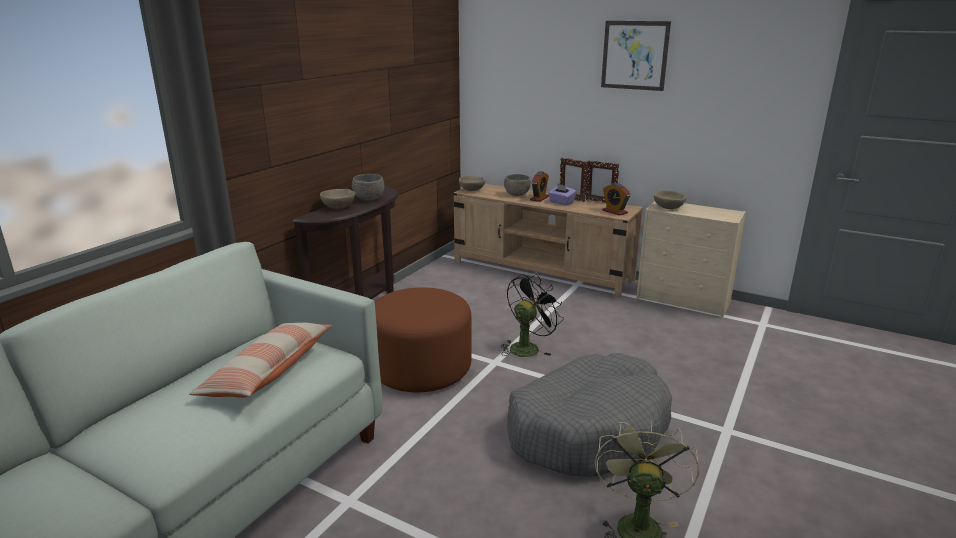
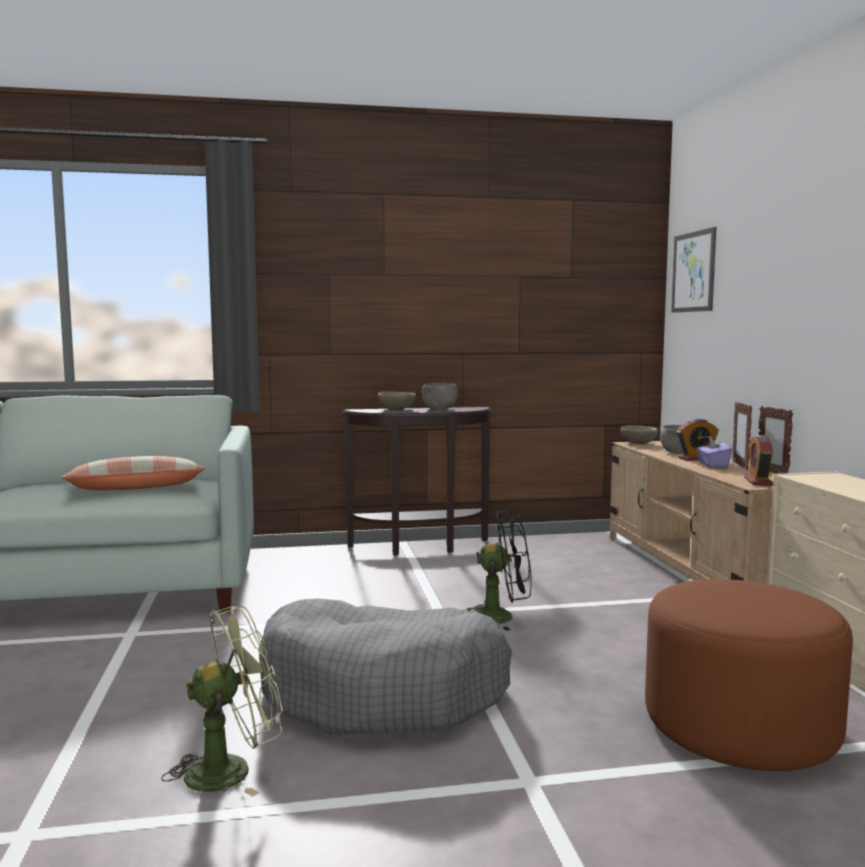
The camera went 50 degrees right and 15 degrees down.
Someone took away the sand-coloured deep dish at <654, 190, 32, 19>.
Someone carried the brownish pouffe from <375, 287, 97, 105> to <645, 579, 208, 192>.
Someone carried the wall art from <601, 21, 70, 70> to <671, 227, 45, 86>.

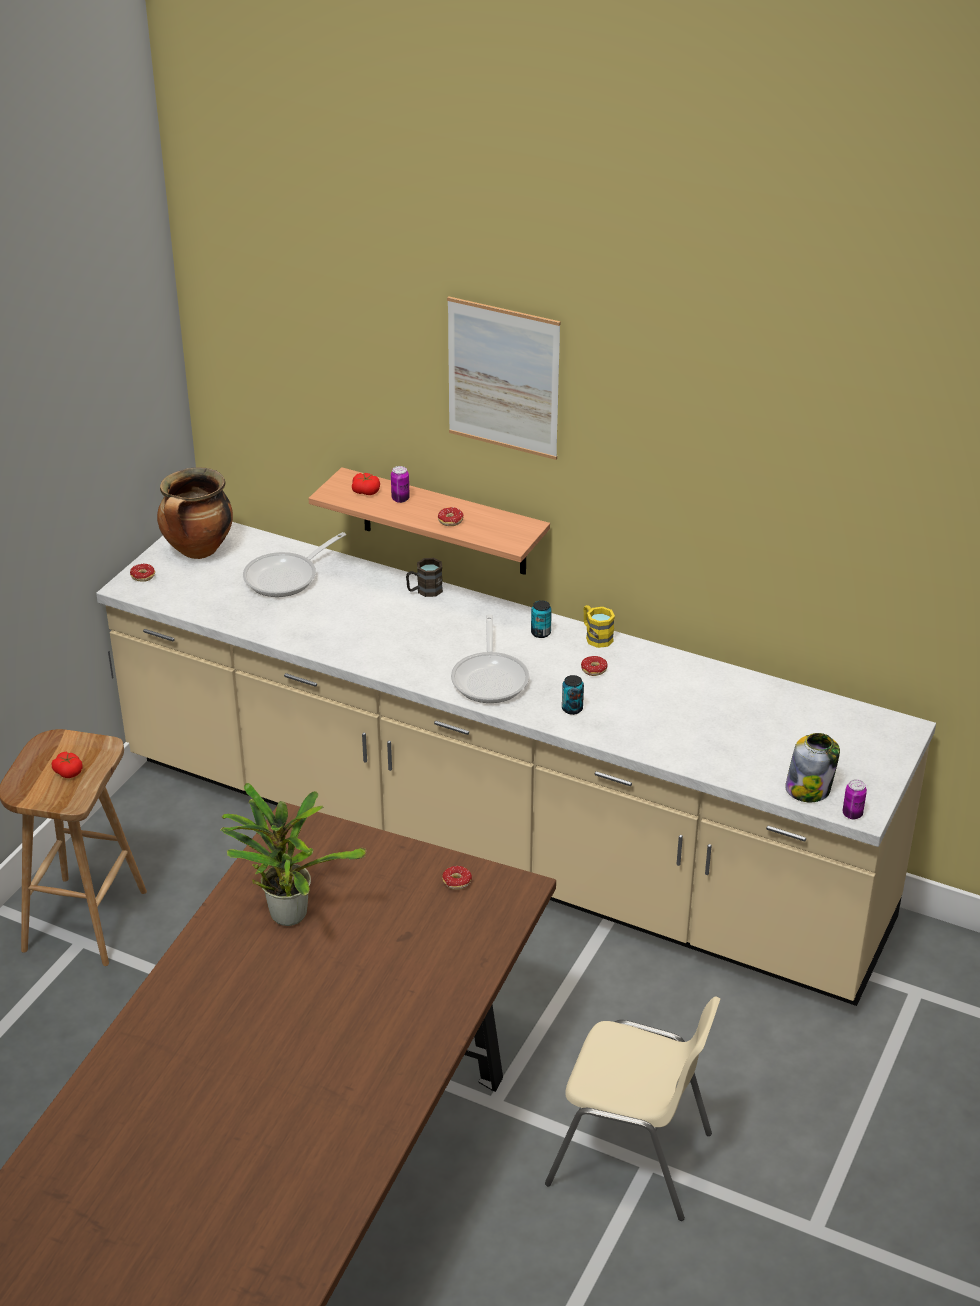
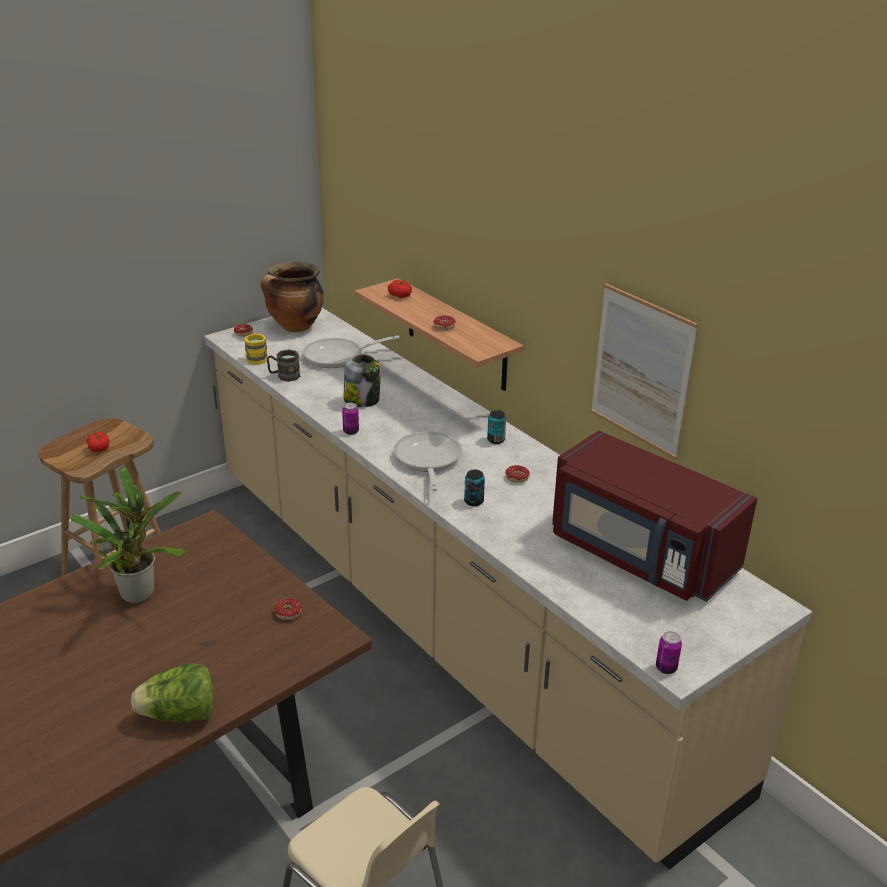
The camera went 25 degrees right and 5 degrees down.
Someone put down the lettuce head at <131, 663, 83, 60>.
Someone put down the red microwave at <552, 430, 205, 172>.
Someone carried the can from <391, 466, 19, 37> to <342, 403, 17, 32>.
Someone carried the brownish tea mug from <406, 558, 37, 39> to <267, 350, 33, 32>.
Someone carried the wall art from <447, 296, 114, 164> to <591, 283, 107, 177>.
Someone carried the yellow-coloured tea mug from <583, 605, 32, 43> to <244, 332, 24, 33>.
Someone carried the preserve jar from <785, 733, 55, 69> to <344, 355, 37, 52>.
Someone rotated the pan at <451, 614, 78, 89> by 150 degrees clockwise.

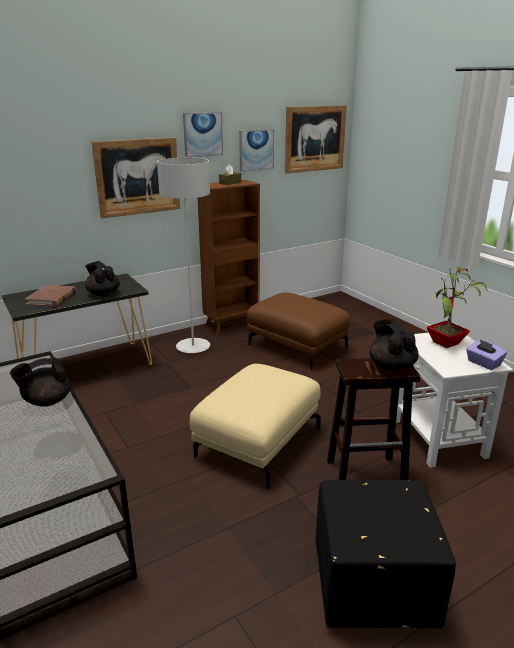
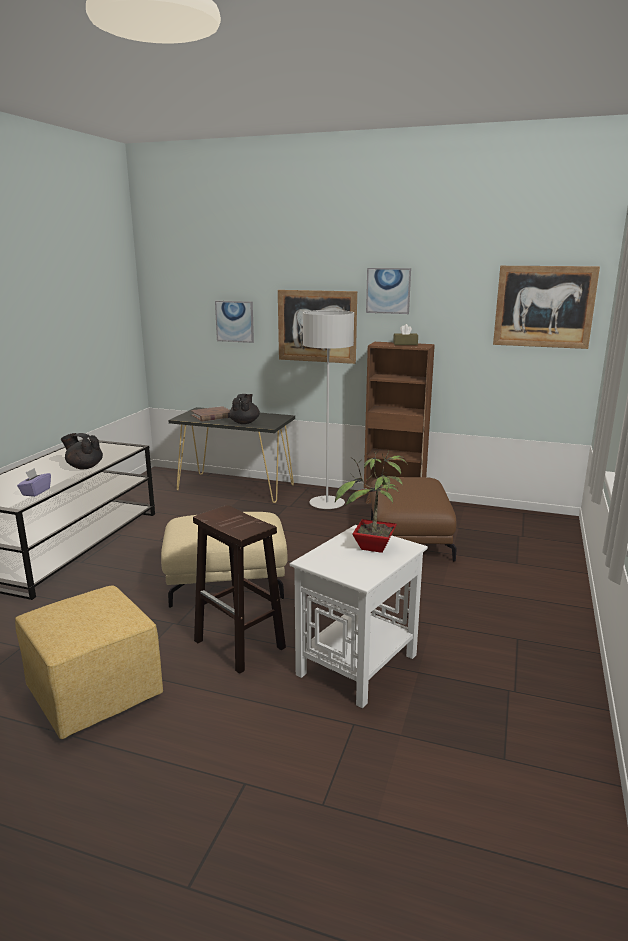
The camera went 50 degrees right and 5 degrees down.
Someone took away the black pot for tea at <369, 319, 50, 52>.
Someone carried the wall art from <239, 129, 35, 43> to <215, 301, 39, 42>.
Someone carried the purple tissue holder from <466, 339, 41, 31> to <17, 468, 34, 29>.
Someone repainted the black pouffe at <316, 480, 140, 149>, which became the yellow-coloured pouffe at <15, 585, 148, 154>.

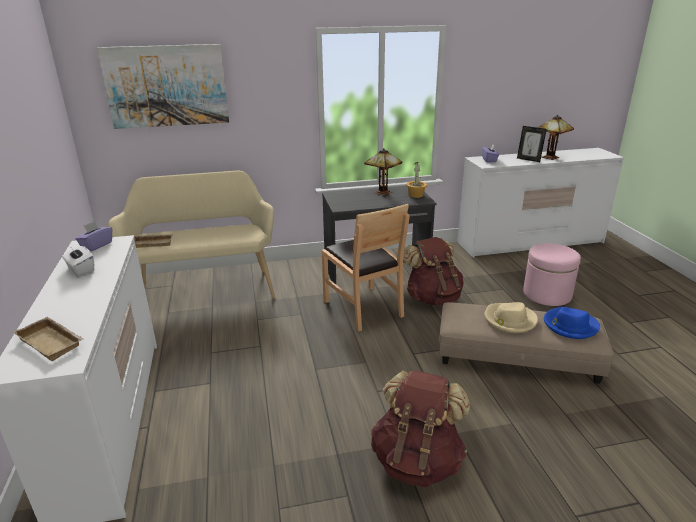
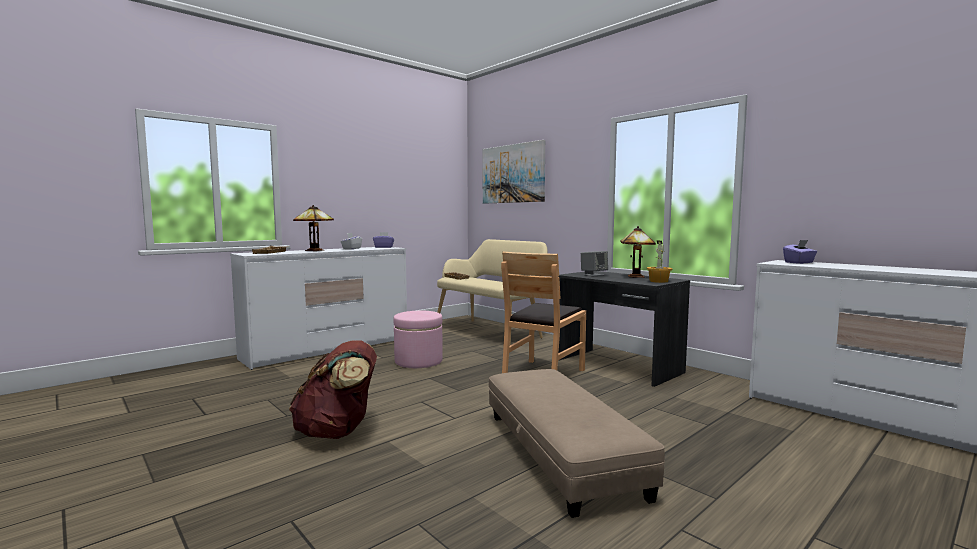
The camera went 60 degrees right and 20 degrees down.
Someone took away the brownish backpack at <403, 237, 61, 68>.
Someone took away the sand-coloured hat at <485, 302, 53, 31>.
Someone took away the photo frame at <517, 126, 30, 36>.
Someone took away the bluish hat at <544, 307, 56, 32>.
Someone put down the grey audio speaker at <581, 251, 27, 25>.
Someone carried the pink-coloured pouffe from <523, 243, 58, 63> to <393, 311, 50, 57>.
Someone carried the lamp for a table from <537, 115, 37, 45> to <293, 205, 41, 46>.

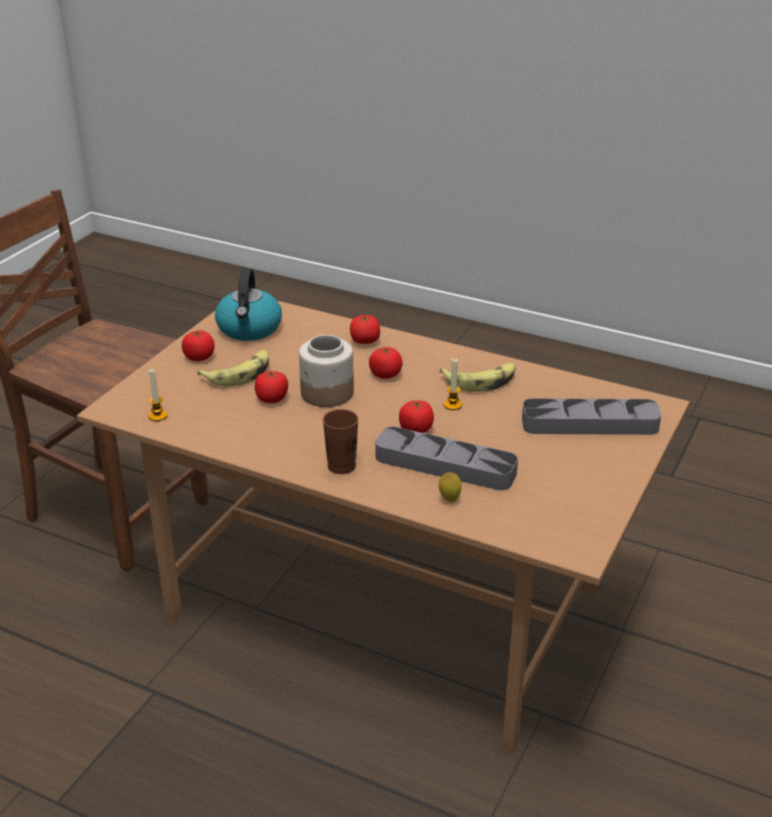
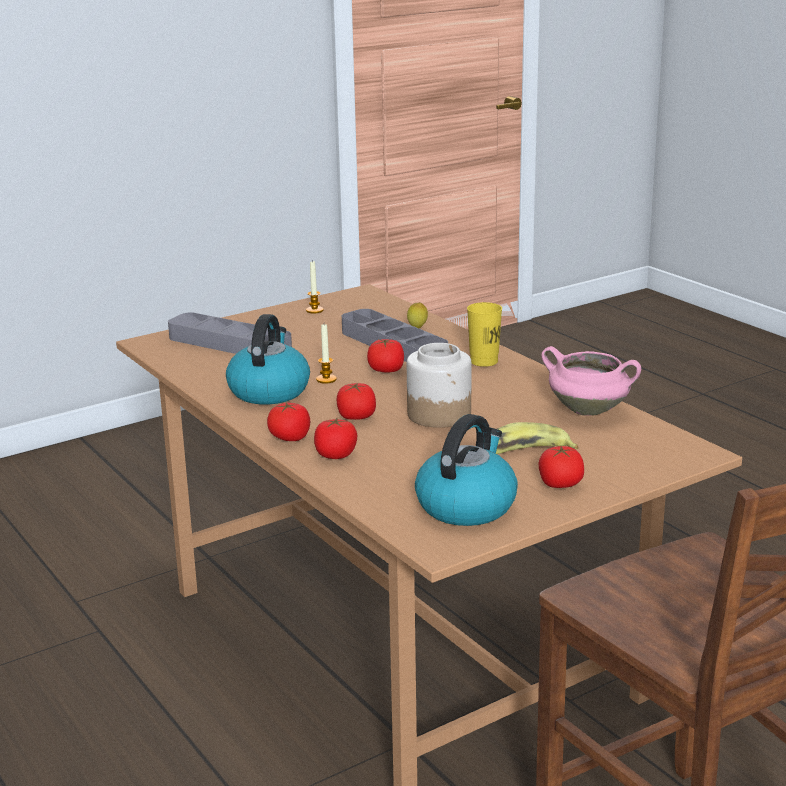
The camera went 150 degrees left and 10 degrees down.
Someone put down the pink-coloured cooking pot at <542, 346, 99, 70>.
Someone carried the candle from <148, 369, 19, 52> to <306, 260, 18, 53>.
Someone carried the whole tomato from <255, 371, 33, 32> to <267, 402, 43, 39>.
Someone swapped the banana at <440, 363, 76, 29> for the kettle at <226, 314, 84, 90>.
Someone repainted the brownish small cup at <323, 409, 35, 65>, which became the yellow-coloured small cup at <467, 302, 35, 65>.

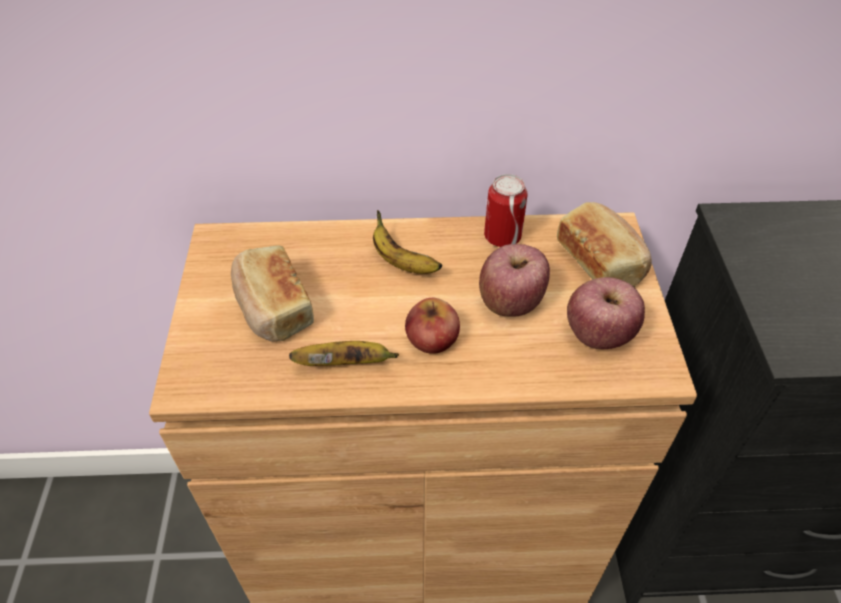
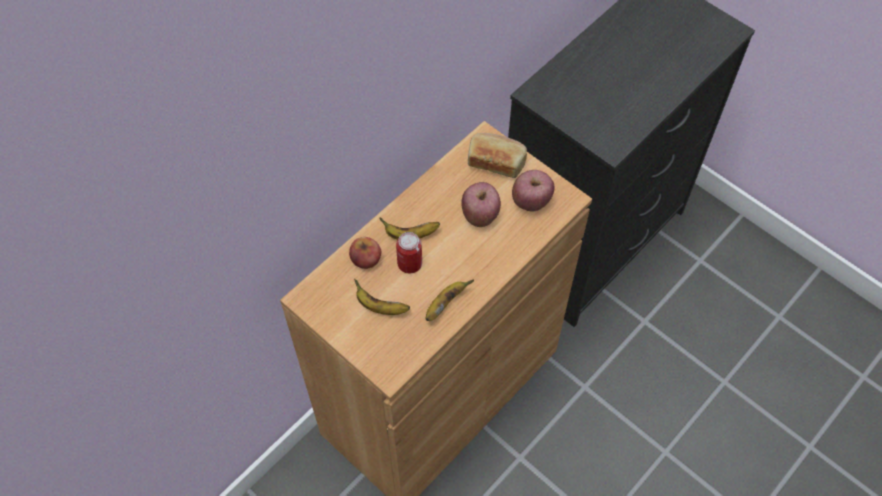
The camera went 45 degrees left and 10 degrees up.
Someone carried the apple from <405, 298, 55, 56> to <349, 237, 32, 32>.
Someone carried the can from <484, 174, 43, 73> to <396, 232, 26, 42>.
Someone swapped the bakery bread at <231, 245, 83, 97> for the banana at <354, 279, 56, 36>.

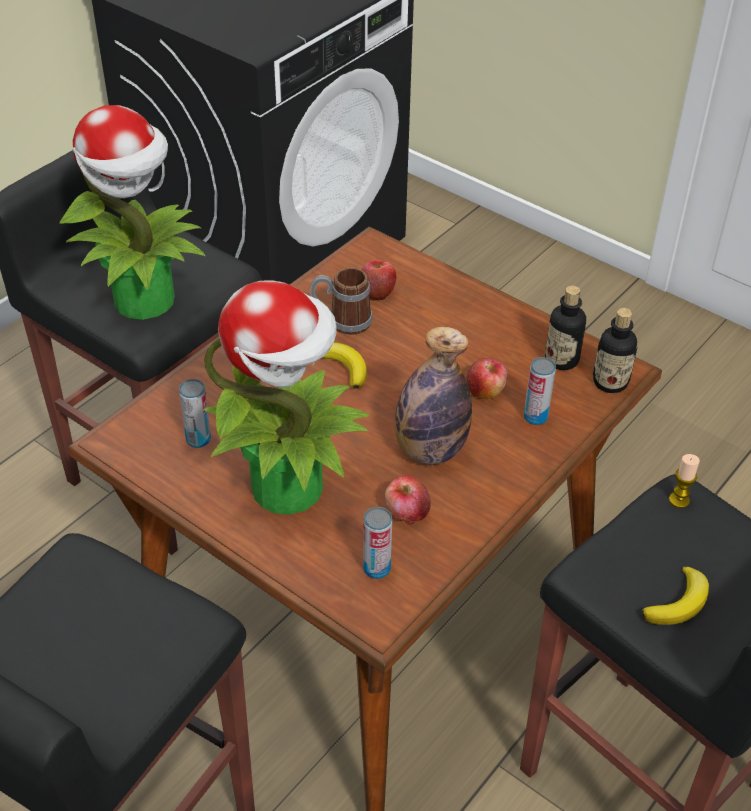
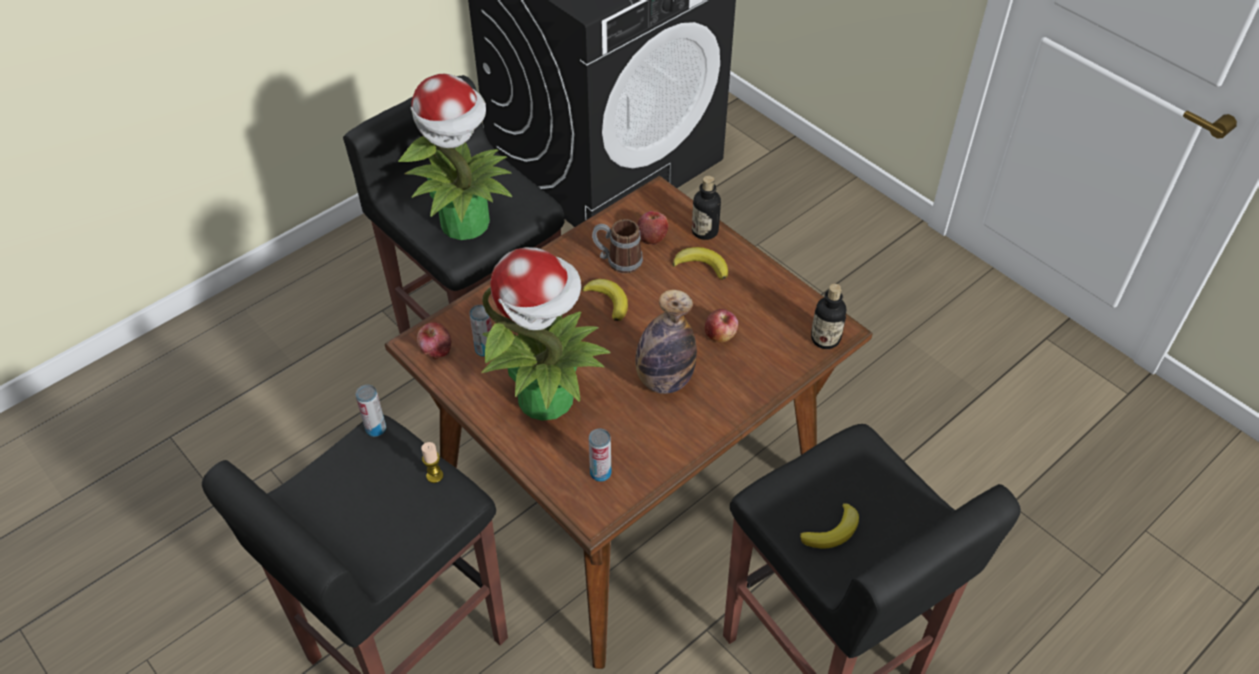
The camera went 10 degrees right and 5 degrees up.
Someone put down the banana at <672, 247, 56, 33>.
Someone carried the apple from <385, 475, 46, 51> to <417, 322, 34, 38>.
Someone carried the can from <524, 357, 32, 68> to <355, 385, 31, 52>.
Someone carried the bottle from <545, 286, 41, 84> to <692, 176, 29, 64>.
Someone carried the candle from <669, 454, 31, 54> to <421, 442, 22, 41>.

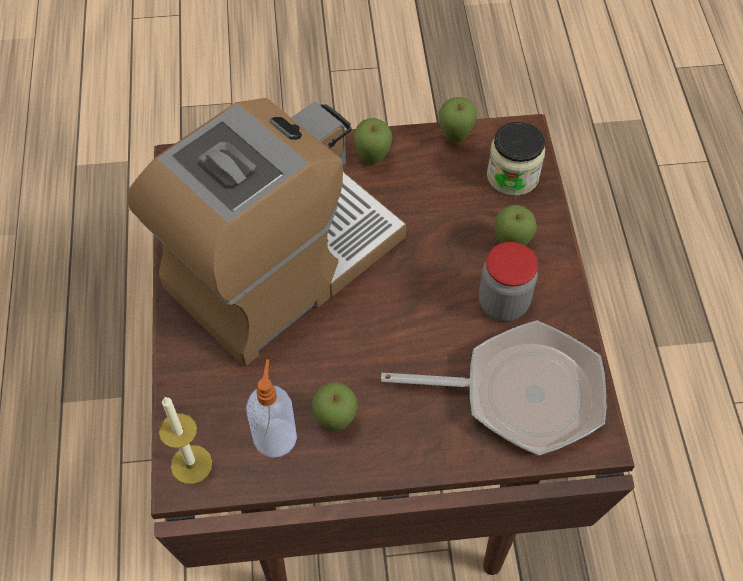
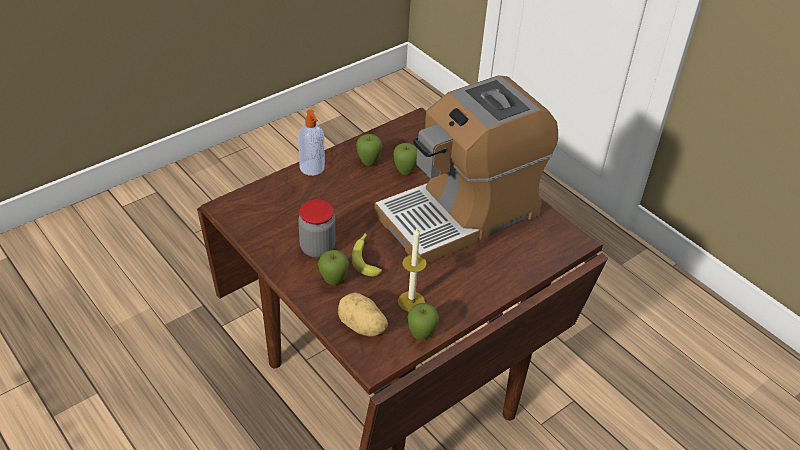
The camera went 145 degrees right and 15 degrees down.
Someone took away the pan at <381, 320, 225, 135>.
Someone put down the banana at <352, 233, 30, 43>.
Someone carried the candle from <159, 396, 53, 88> to <398, 228, 29, 84>.
Someone carried the liquid soap bottle from <246, 359, 51, 99> to <298, 110, 27, 66>.
Someone carried the apple from <353, 118, 39, 46> to <393, 143, 24, 33>.
Someone swapped the preserve jar at <487, 122, 58, 74> for the whole potato at <338, 292, 50, 44>.
Someone rotated the coffee machine at <128, 98, 278, 268> by 45 degrees clockwise.

